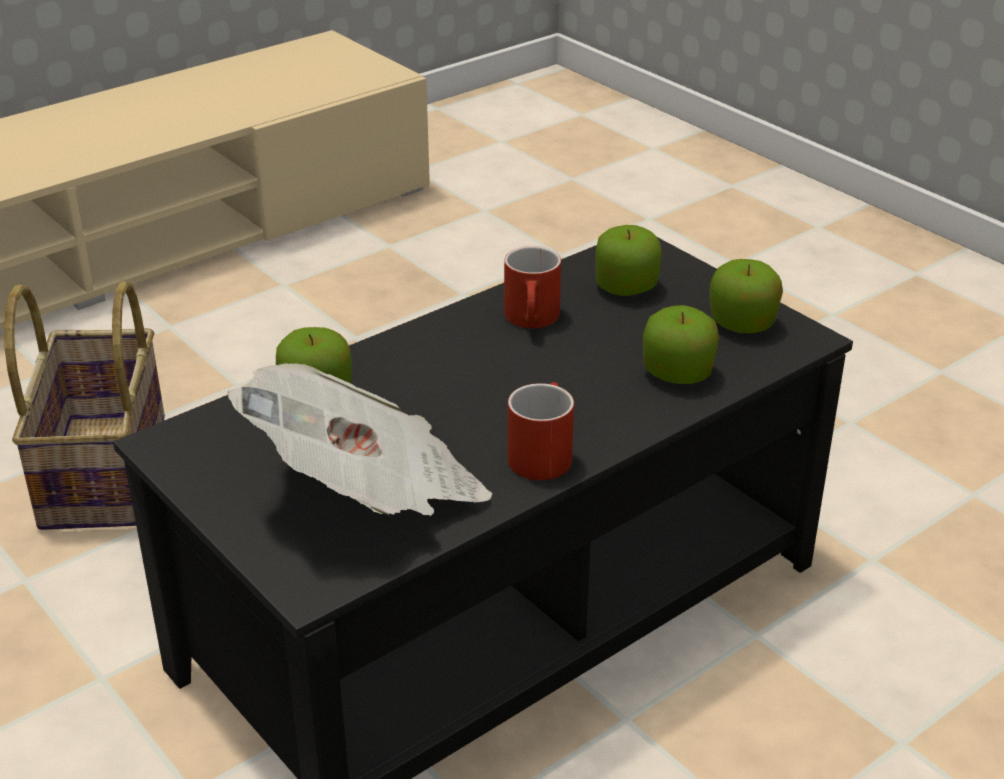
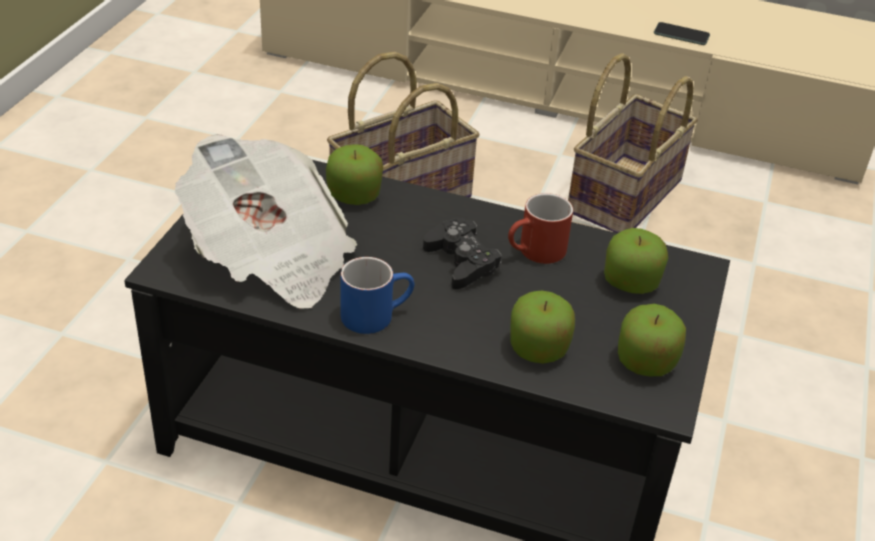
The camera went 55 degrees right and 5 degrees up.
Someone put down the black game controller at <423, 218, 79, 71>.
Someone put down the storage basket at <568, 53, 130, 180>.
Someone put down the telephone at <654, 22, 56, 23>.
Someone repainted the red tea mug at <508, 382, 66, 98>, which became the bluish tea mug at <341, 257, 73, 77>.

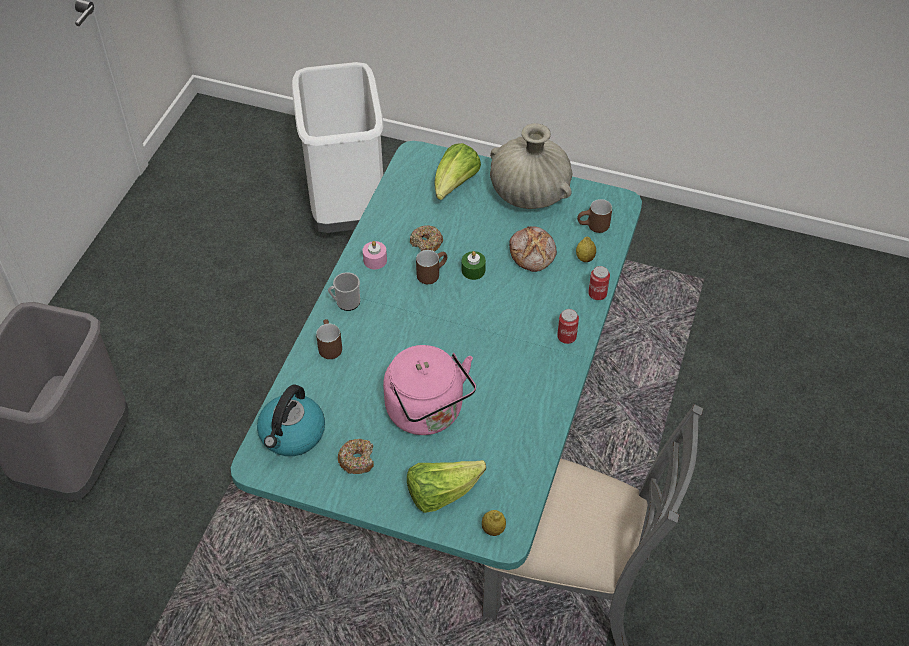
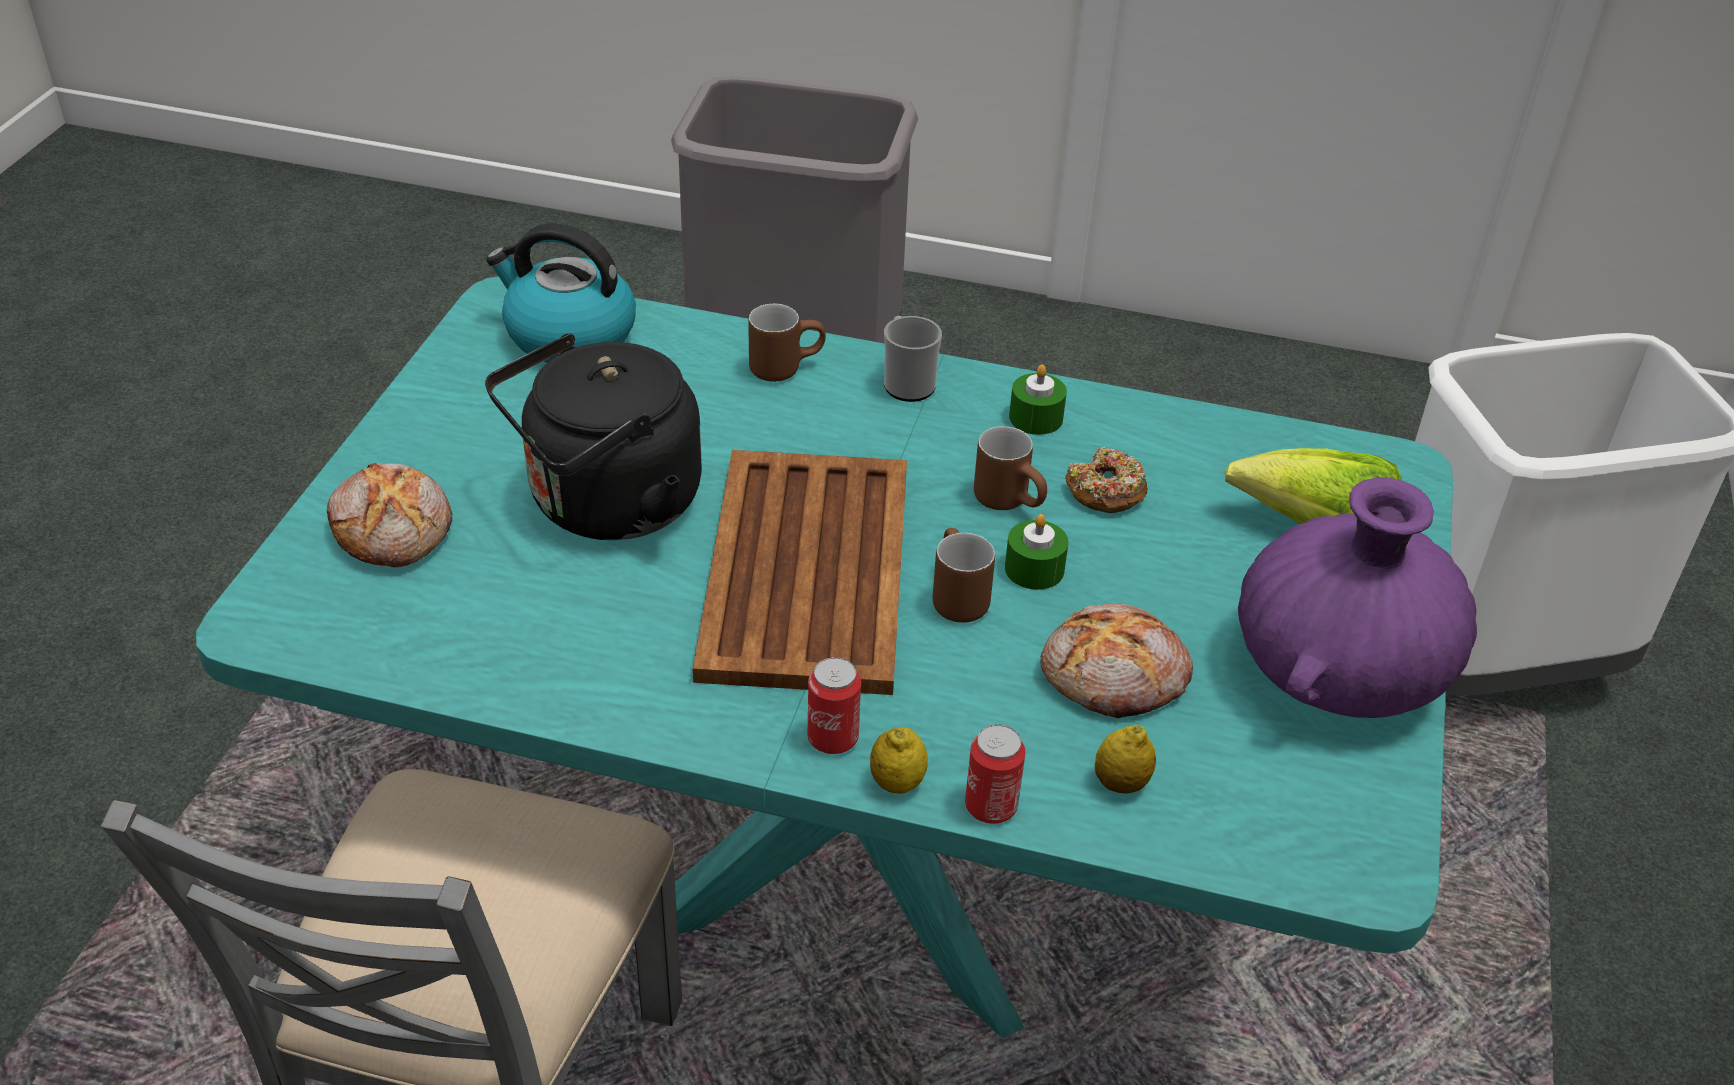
The camera went 85 degrees right and 10 degrees down.
Someone took away the ring doughnut at <338, 438, 36, 36>.
Someone put down the brownish serving tray at <693, 450, 214, 245>.
Someone carried the citrus fruit from <482, 510, 24, 26> to <870, 727, 58, 67>.
Someone carried the brownish tea mug from <577, 199, 35, 34> to <933, 528, 62, 95>.
Someone swapped the lettuce head at <407, 460, 79, 53> for the bakery bread at <327, 463, 125, 104>.
Someone repainted the pink-coloured candle at <363, 241, 24, 28>, which became the greenish candle at <1009, 365, 58, 70>.
Someone repainted the pink-coloured kettle at <383, 345, 93, 90>, which became the black kettle at <485, 333, 217, 207>.
Someone repainted the sand-coloured flower vase at <490, 123, 82, 86>, which became the purple flower vase at <1238, 477, 239, 241>.

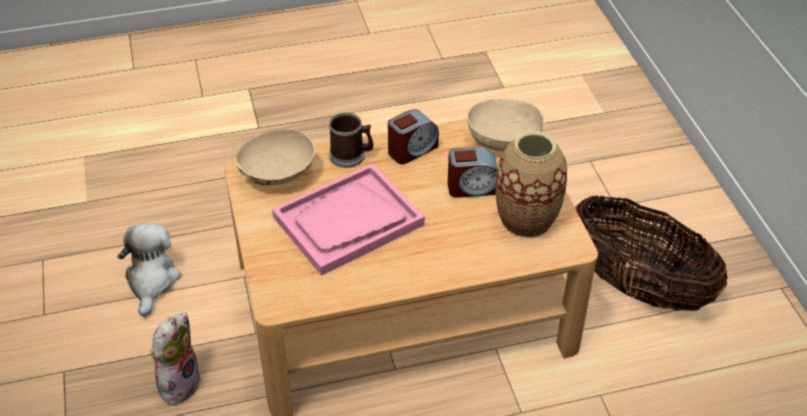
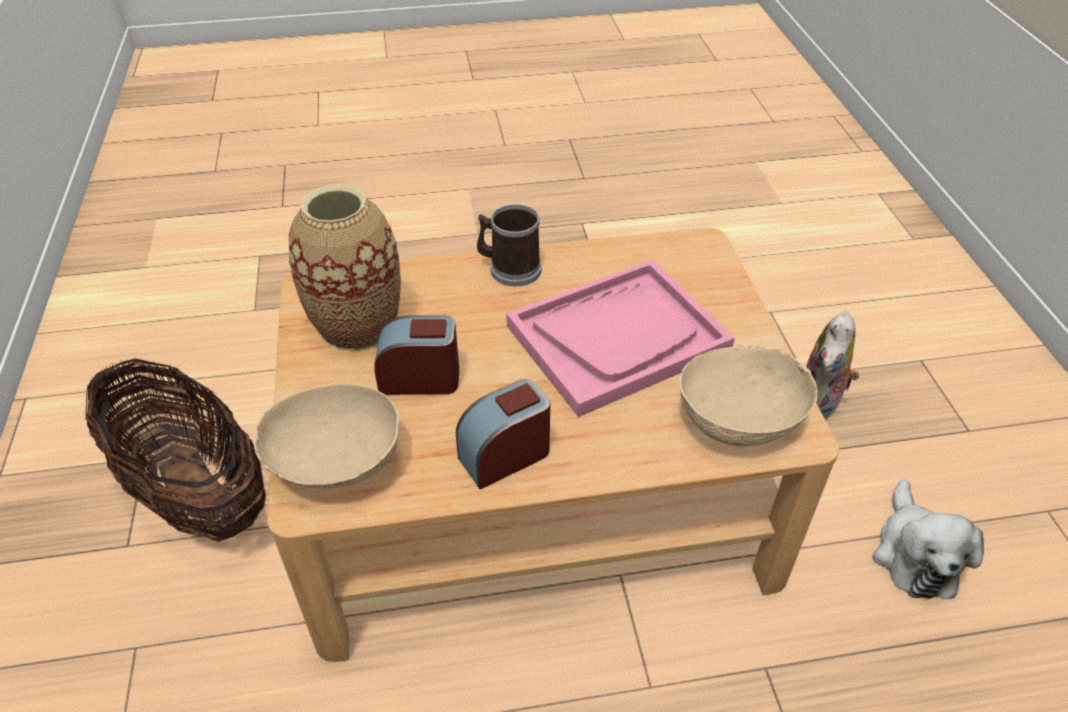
The camera went 175 degrees left and 0 degrees up.
Someone carried the tea mug from <329, 112, 44, 56> to <477, 204, 65, 82>.

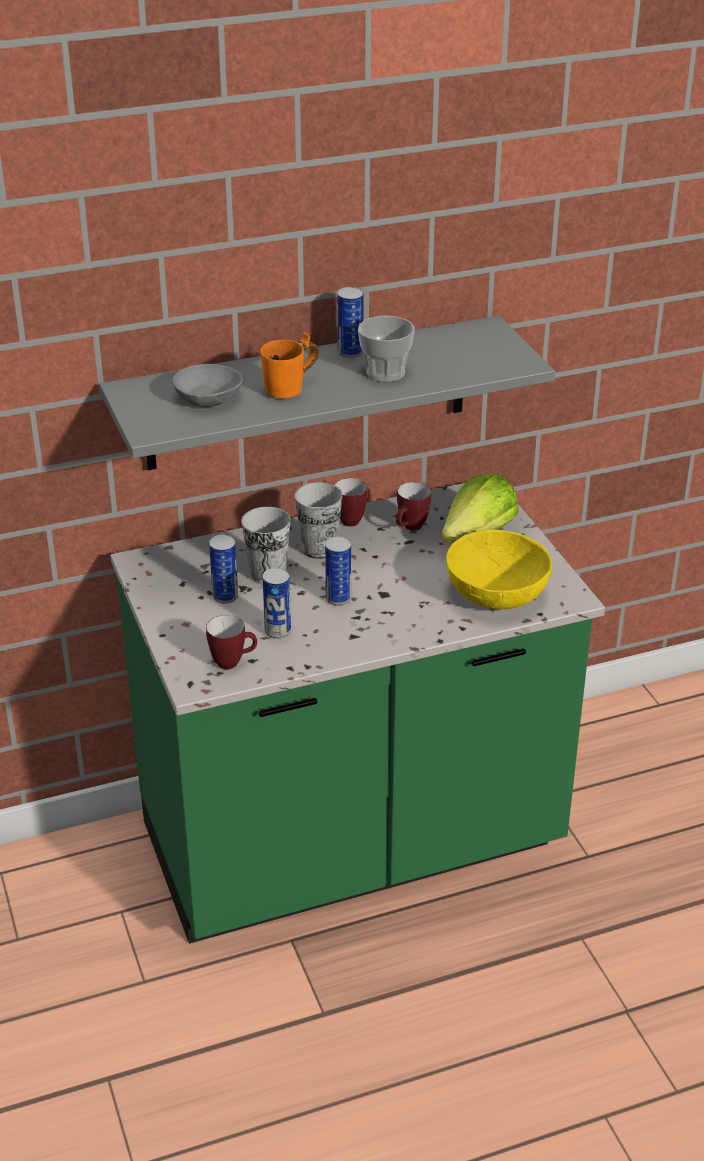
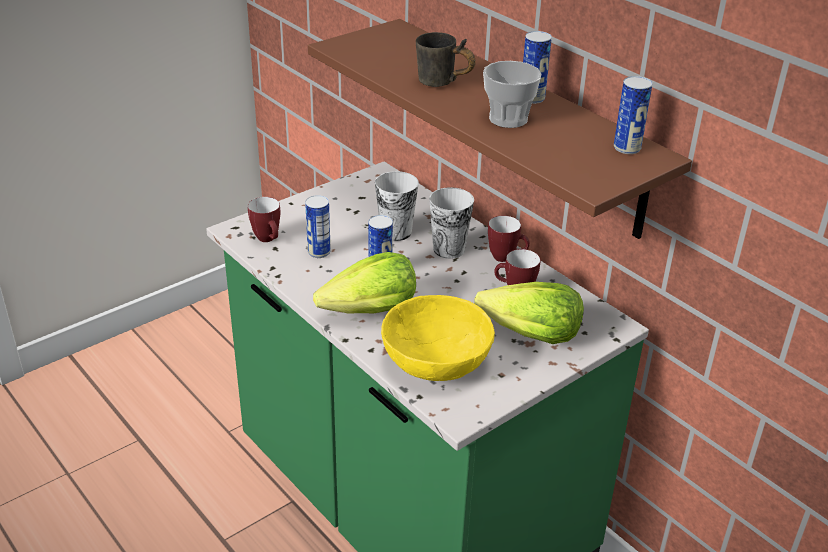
The camera went 70 degrees right and 0 degrees up.
Someone took away the grey deep dish at <172, 364, 71, 43>.
Someone put down the lettuce head at <313, 252, 103, 62>.
Someone carried the can from <209, 535, 29, 69> to <614, 76, 38, 78>.
Someone repainted the grey bracket shelf at <99, 316, 456, 154>, which became the brownish bracket shelf at <308, 19, 384, 220>.
Someone repainted the orange-coloured tea mug at <260, 332, 59, 66>, which became the grey tea mug at <416, 32, 60, 55>.

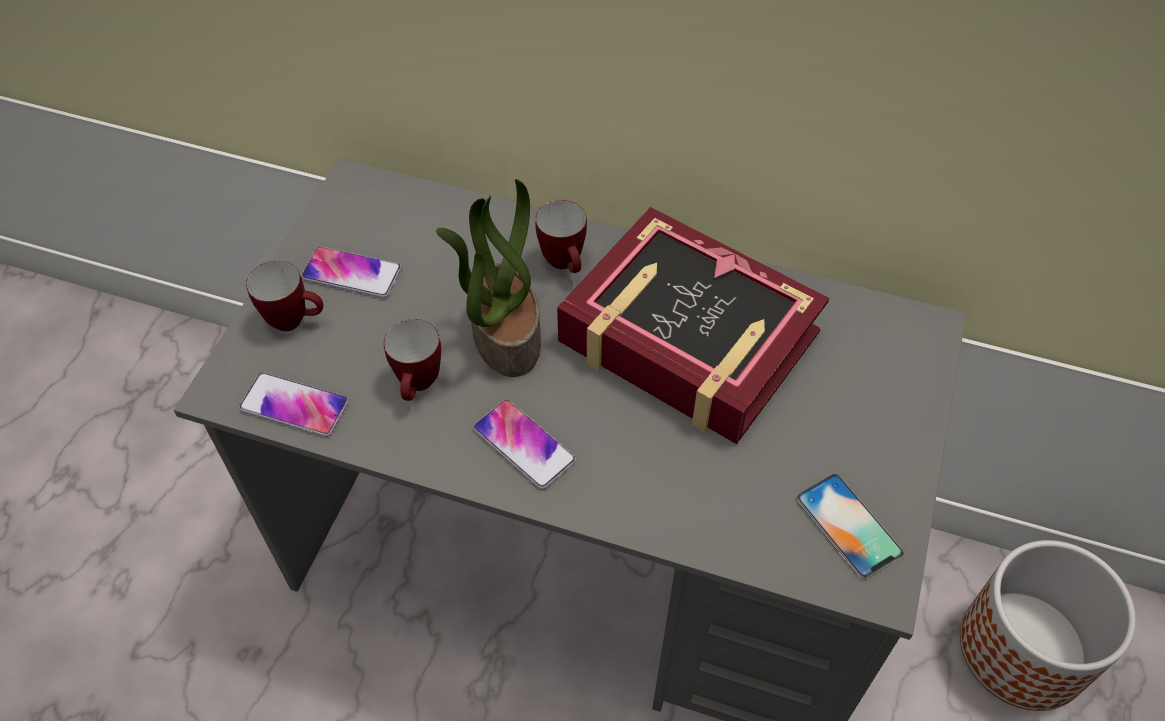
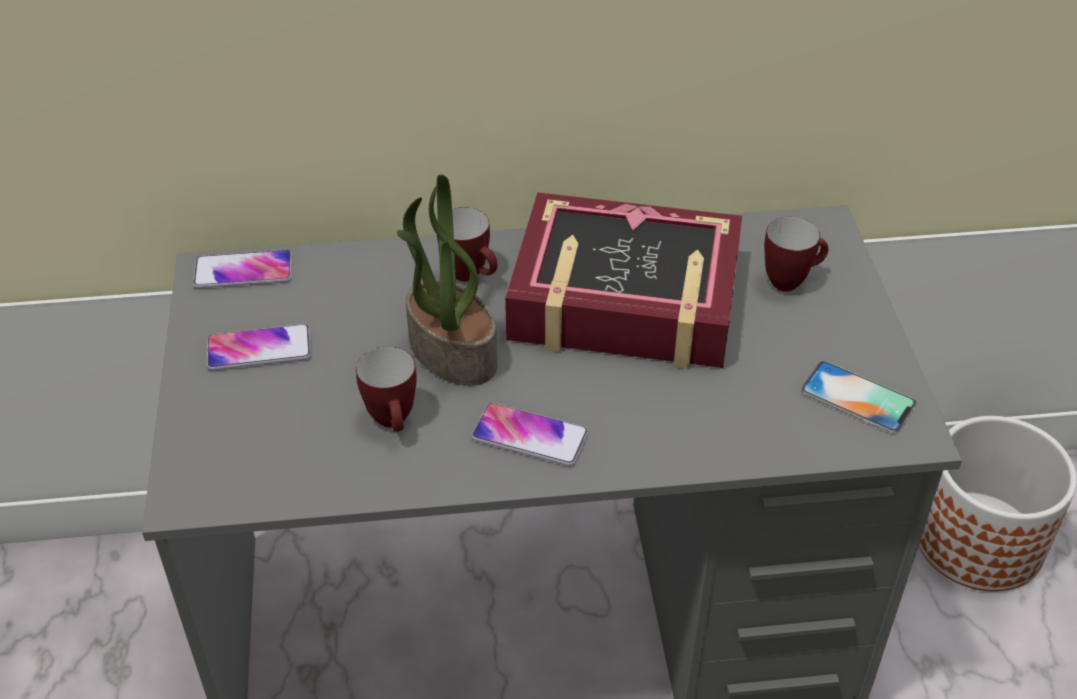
The camera went 25 degrees left and 10 degrees down.
Someone carried the telephone from <239, 373, 110, 64> to <193, 250, 99, 38>.
Someone carried the tea mug from <246, 261, 77, 70> to <764, 217, 64, 75>.

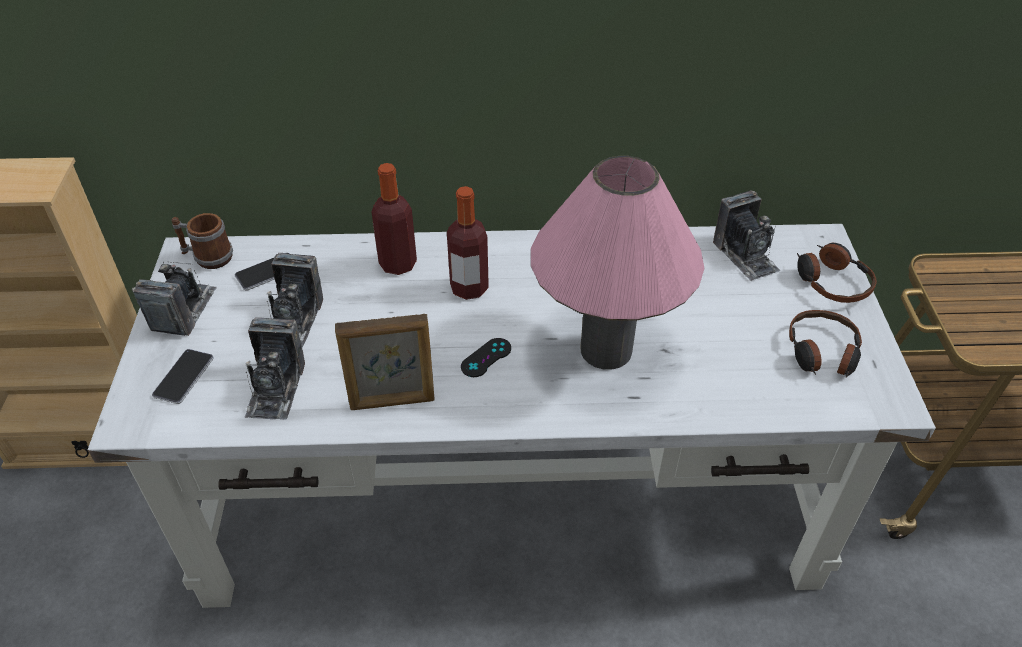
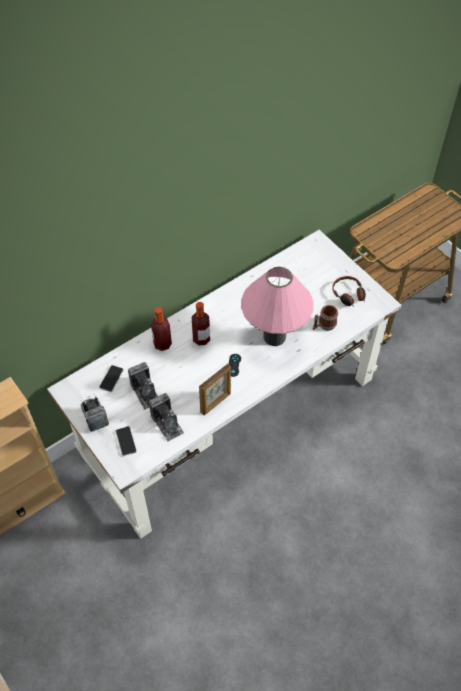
The camera went 35 degrees left and 10 degrees up.
Someone took away the photo camera at <713, 190, 68, 91>.
Someone took away the pair of headphones at <797, 243, 80, 60>.
Someone carried the tea mug from <172, 213, 61, 56> to <313, 305, 25, 26>.

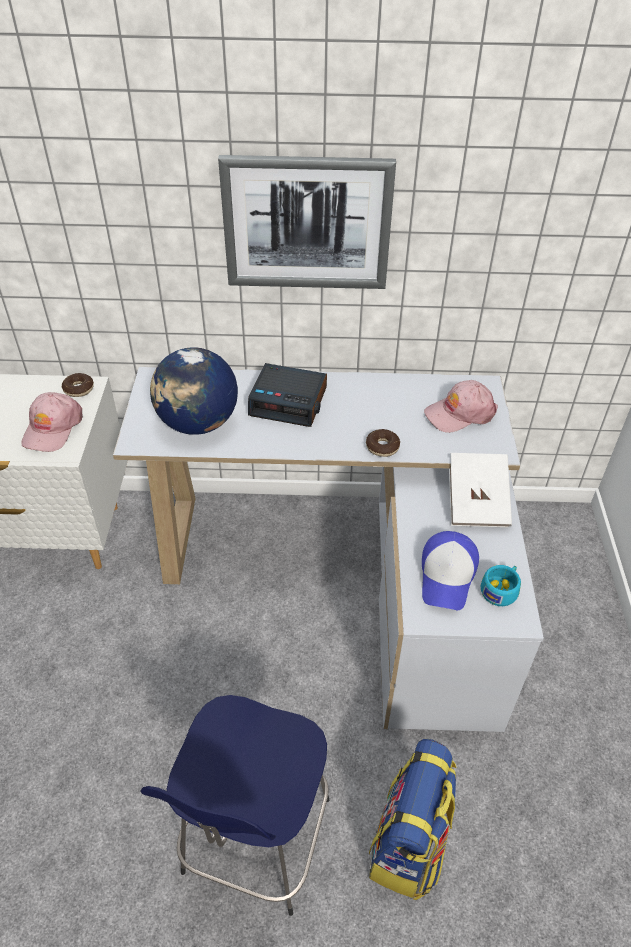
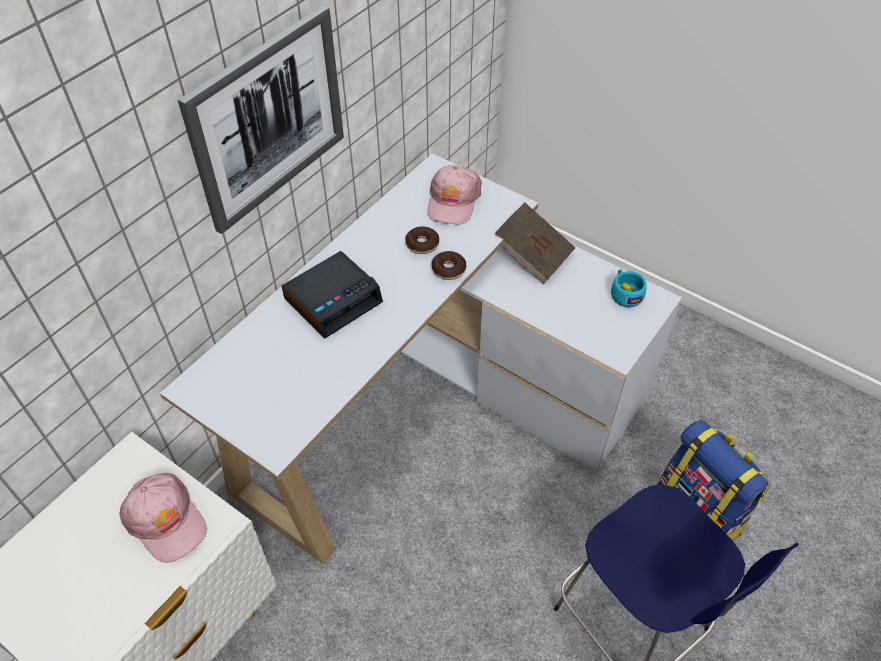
The camera went 55 degrees left and 5 degrees up.
Someone took away the world globe at <150, 347, 88, 88>.
Someone took away the cap at <422, 531, 57, 80>.
Someone carried the ring doughnut from <62, 373, 32, 24> to <405, 226, 34, 28>.
Someone repainted the white-coloured book at <449, 453, 63, 74>, which became the brownish book at <495, 202, 80, 82>.

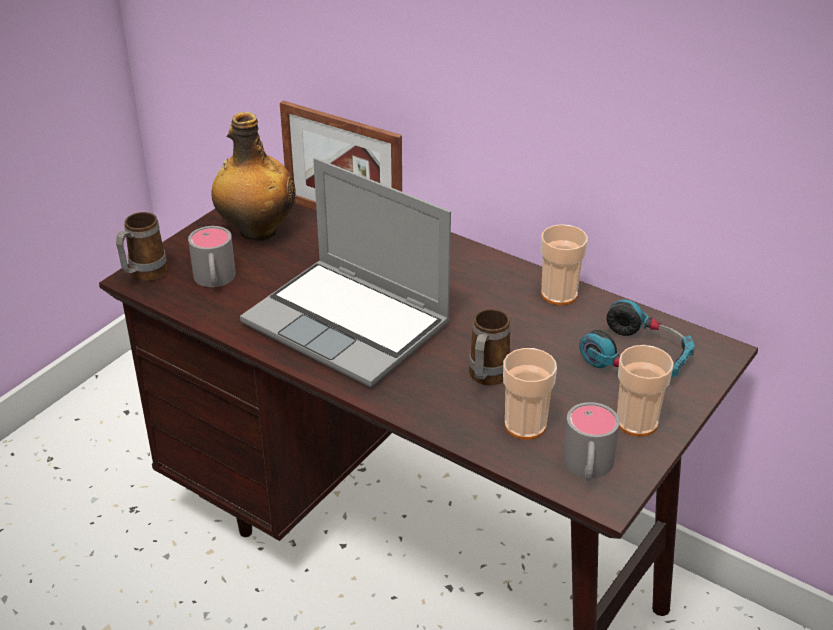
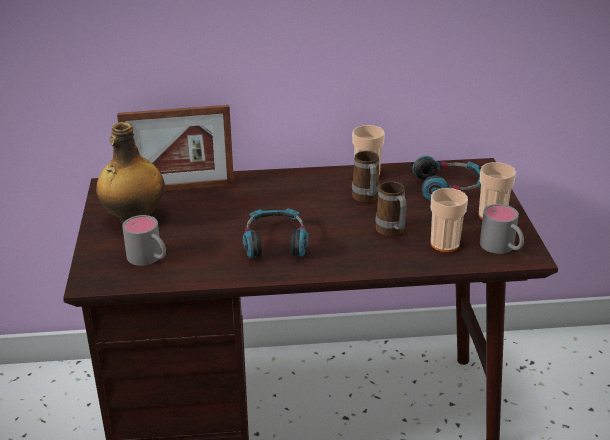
The camera went 40 degrees left and 5 degrees down.
Someone carried the tea mug from <116, 212, 52, 69> to <352, 151, 28, 52>.
Someone swapped the laptop at <240, 158, 211, 229> for the pair of headphones at <243, 208, 65, 51>.

